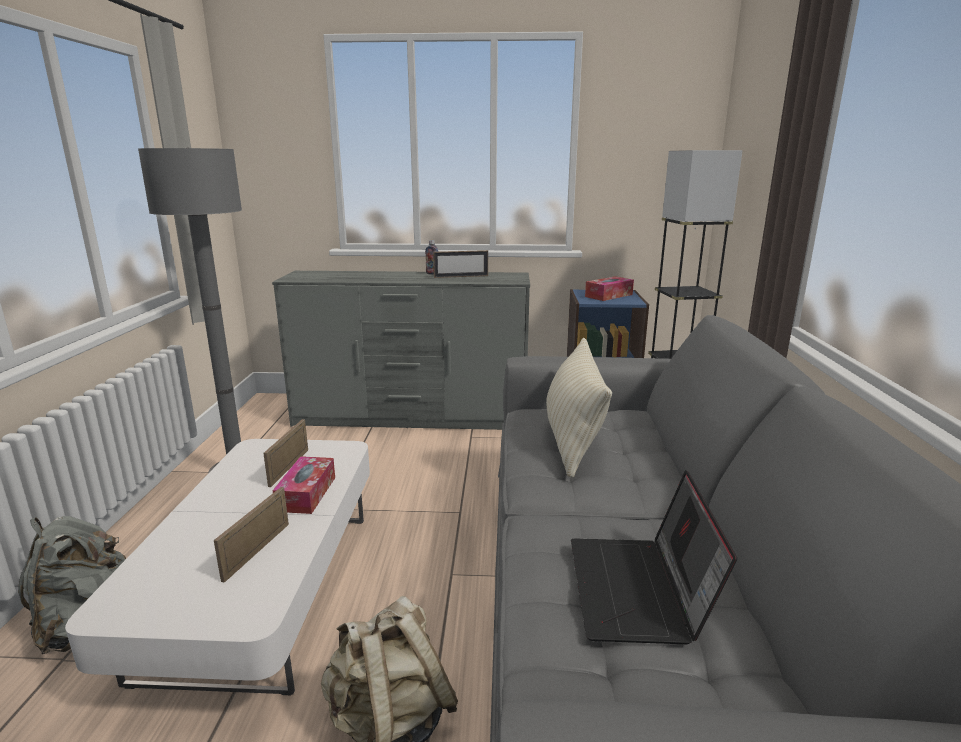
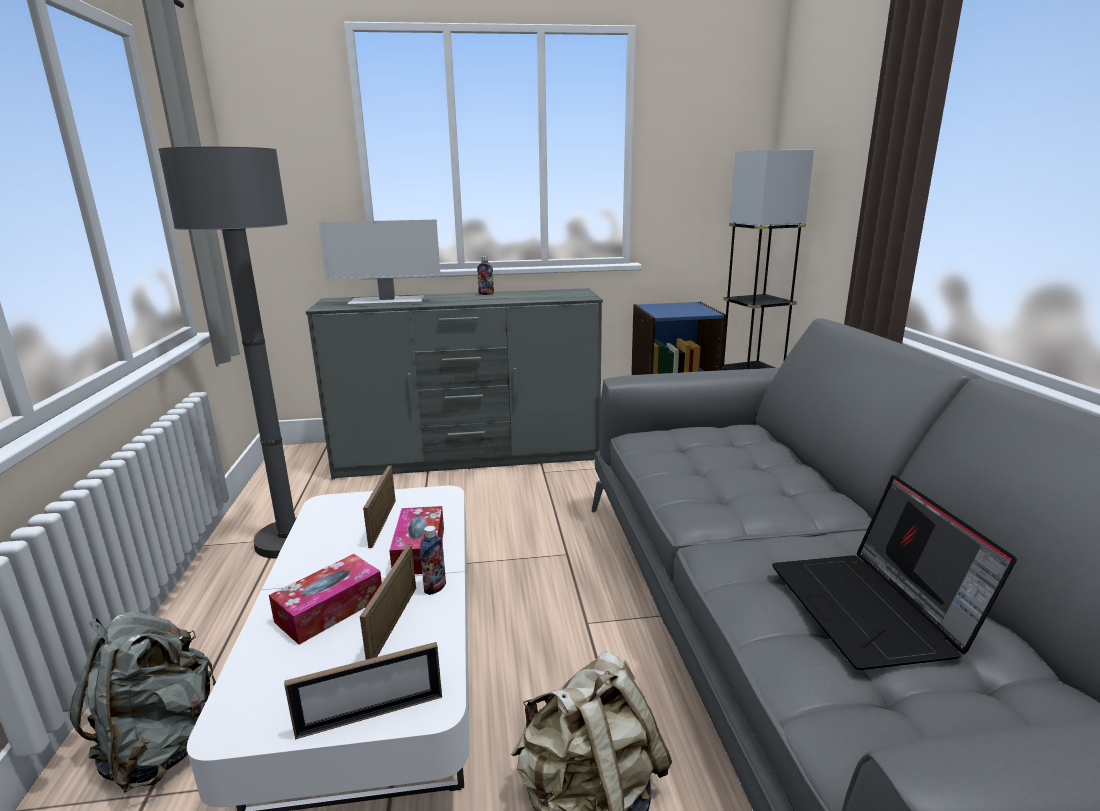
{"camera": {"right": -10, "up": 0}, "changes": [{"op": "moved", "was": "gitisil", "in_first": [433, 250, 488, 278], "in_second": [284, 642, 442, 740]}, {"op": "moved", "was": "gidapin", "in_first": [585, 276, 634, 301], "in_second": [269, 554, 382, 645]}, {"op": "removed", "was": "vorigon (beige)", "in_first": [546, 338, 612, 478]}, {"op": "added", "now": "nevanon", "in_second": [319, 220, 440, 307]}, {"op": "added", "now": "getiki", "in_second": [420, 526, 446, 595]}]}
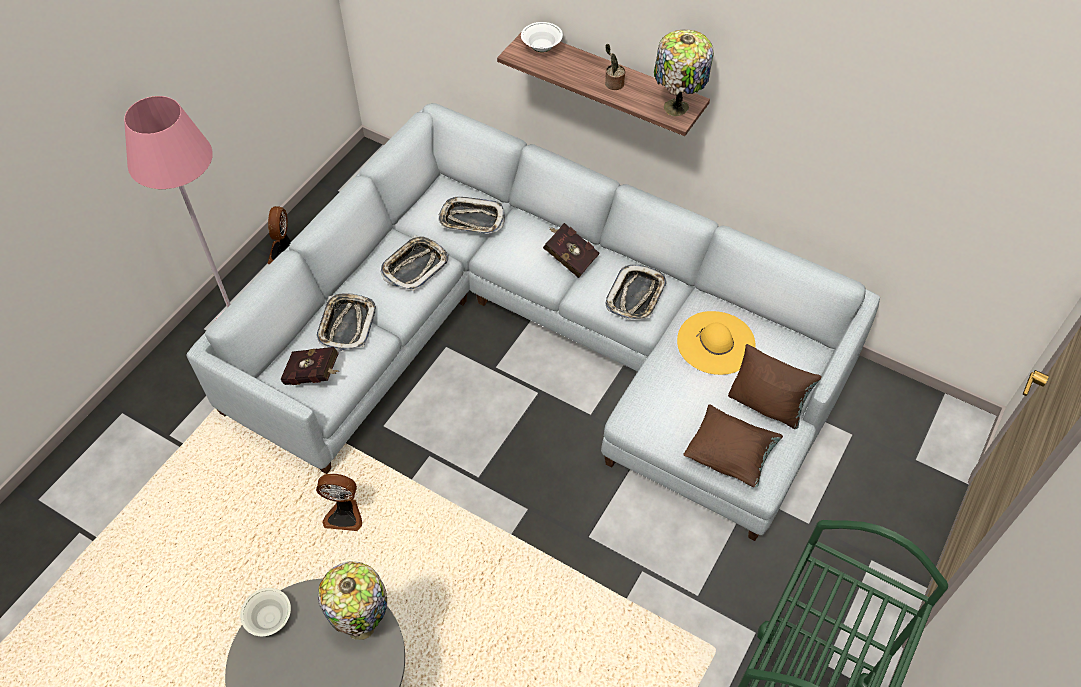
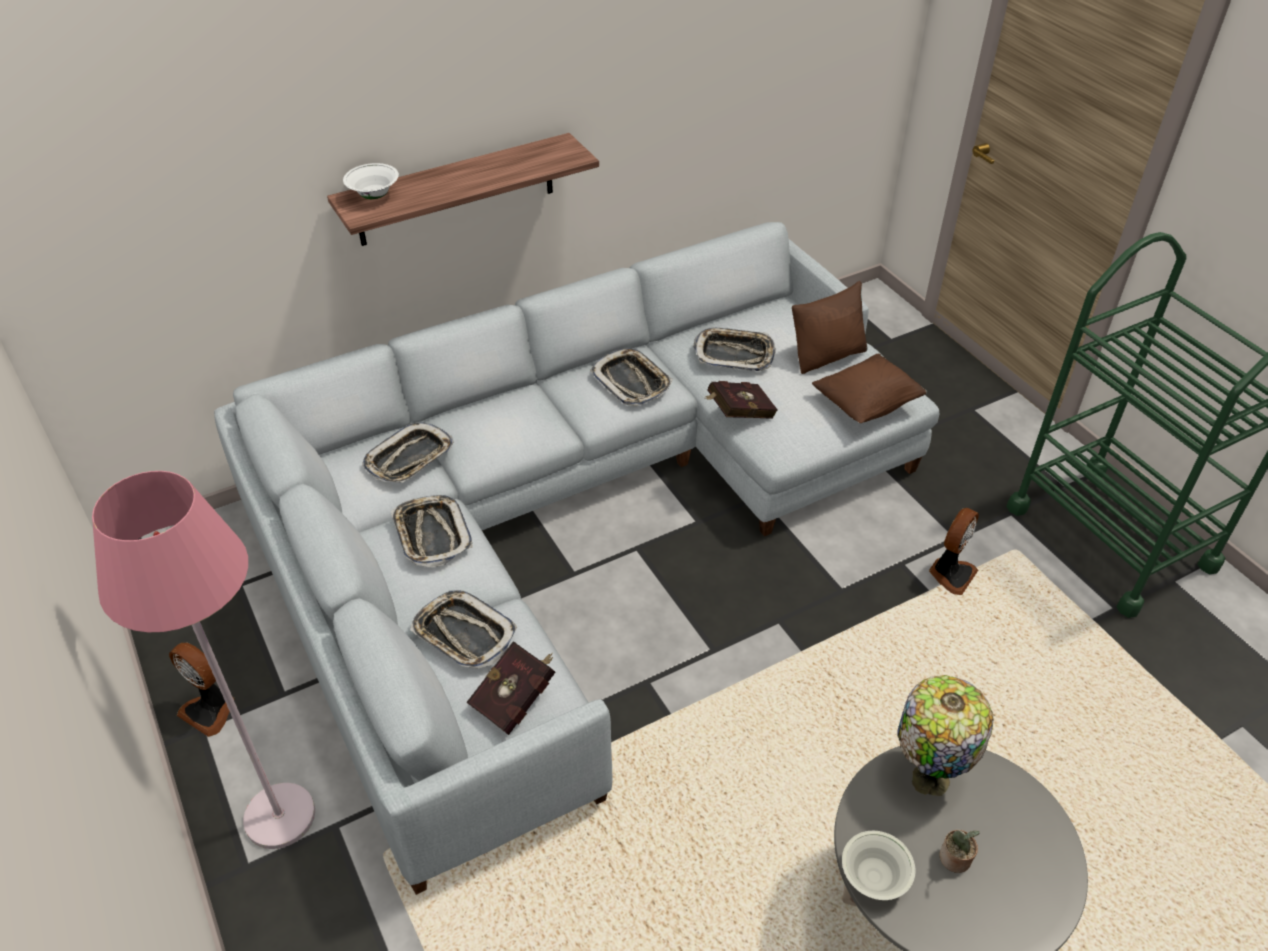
{"camera": {"right": -60, "up": -10}, "changes": [{"op": "removed", "was": "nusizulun", "in_first": [654, 30, 714, 116]}, {"op": "moved", "was": "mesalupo", "in_first": [605, 44, 625, 90], "in_second": [939, 830, 979, 873]}, {"op": "moved", "was": "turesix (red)", "in_first": [543, 223, 600, 278], "in_second": [705, 381, 778, 419]}, {"op": "replaced", "was": "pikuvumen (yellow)", "now": "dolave", "in_first": [677, 311, 756, 375], "in_second": [693, 328, 776, 371]}, {"op": "moved", "was": "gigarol", "in_first": [316, 474, 362, 531], "in_second": [929, 508, 979, 595]}]}
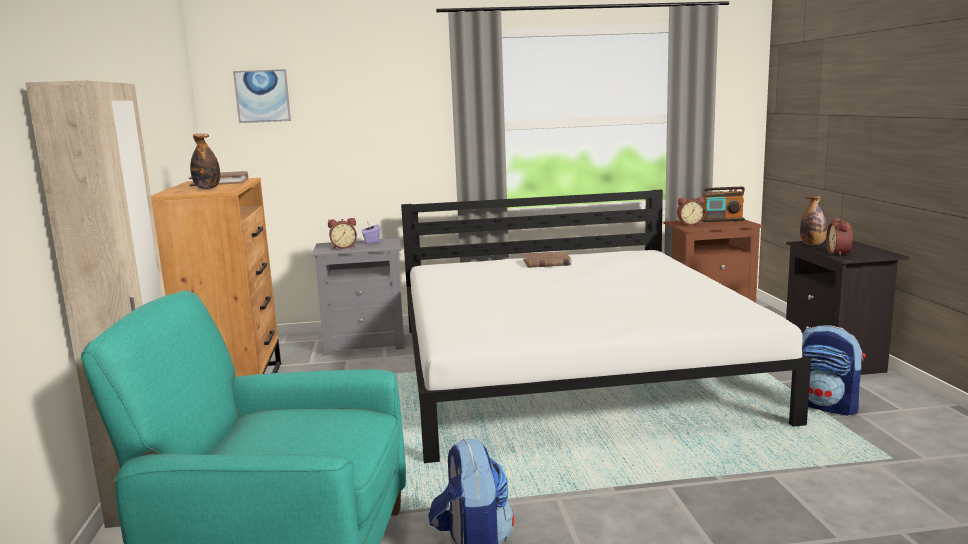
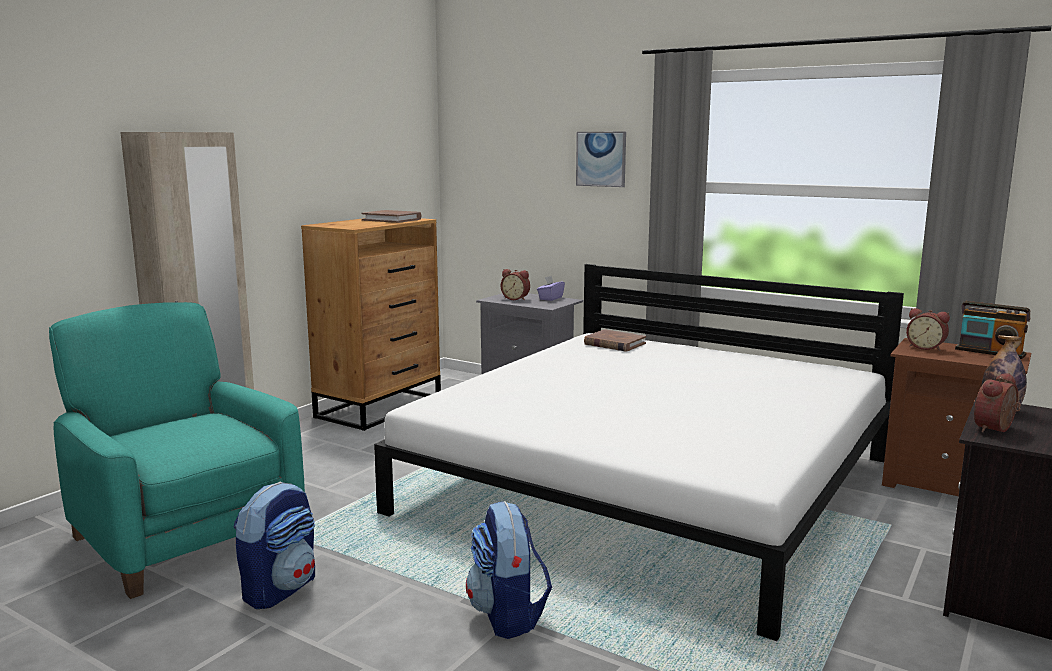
{"camera": {"right": 40, "up": 0}, "changes": [{"op": "moved", "was": "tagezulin", "in_first": [233, 69, 291, 123], "in_second": [576, 132, 626, 187]}, {"op": "removed", "was": "getiki", "in_first": [190, 134, 220, 189]}, {"op": "moved", "was": "turesix (brown)", "in_first": [523, 251, 571, 268], "in_second": [584, 329, 646, 352]}, {"op": "moved", "was": "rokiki", "in_first": [802, 326, 866, 416], "in_second": [466, 501, 552, 639]}]}
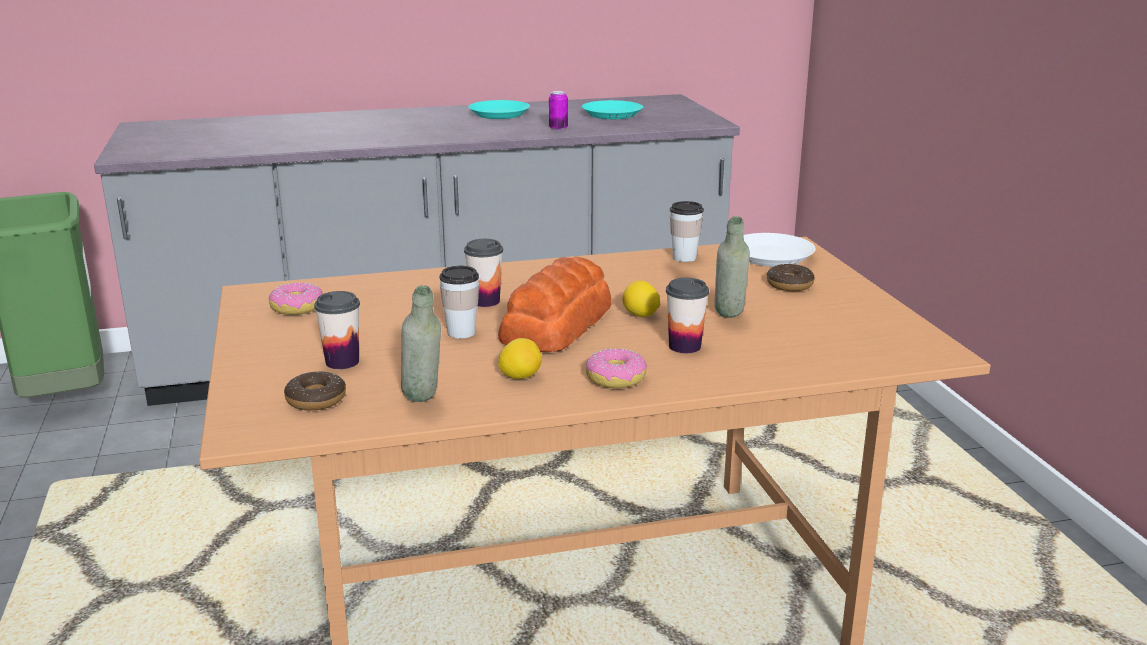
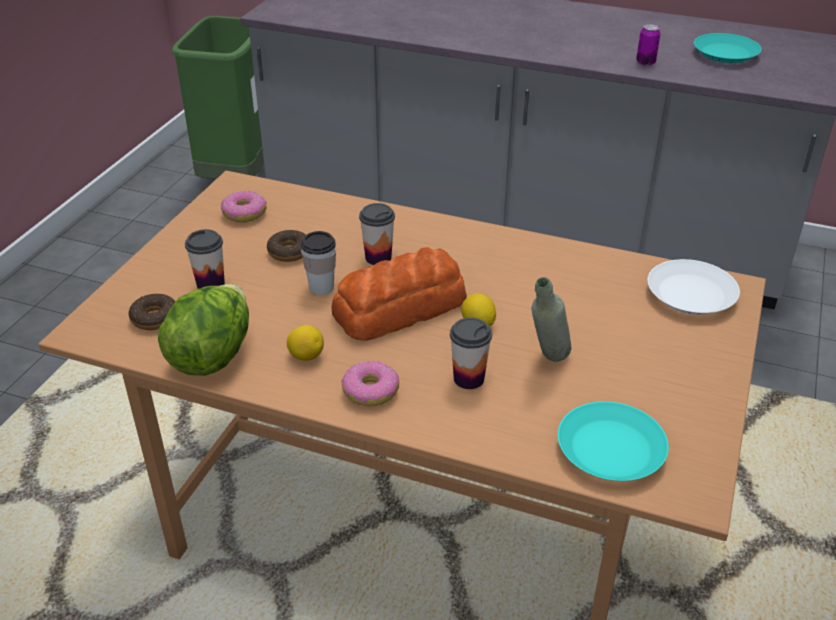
{"camera": {"right": 35, "up": 15}, "changes": [{"op": "moved", "was": "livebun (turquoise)", "in_first": [469, 100, 530, 119], "in_second": [558, 401, 669, 481]}, {"op": "removed", "was": "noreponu", "in_first": [670, 201, 704, 262]}, {"op": "moved", "was": "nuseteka", "in_first": [767, 264, 815, 291], "in_second": [267, 230, 306, 262]}, {"op": "replaced", "was": "getiki (grey)", "now": "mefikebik", "in_first": [401, 285, 441, 402], "in_second": [158, 284, 249, 376]}]}
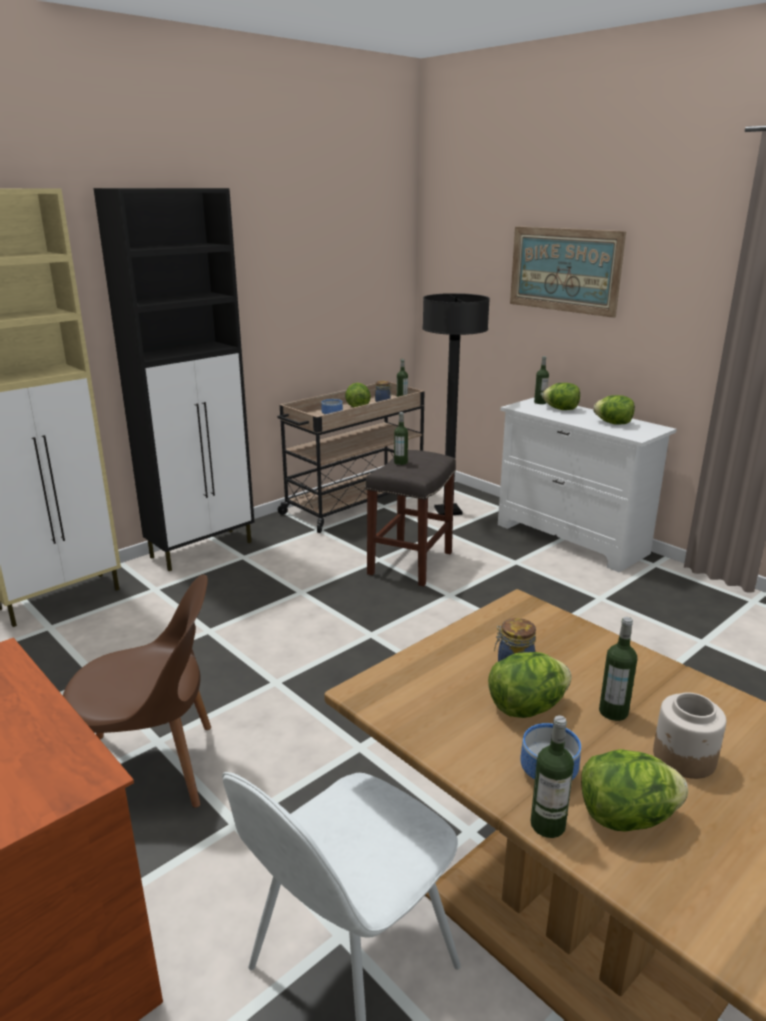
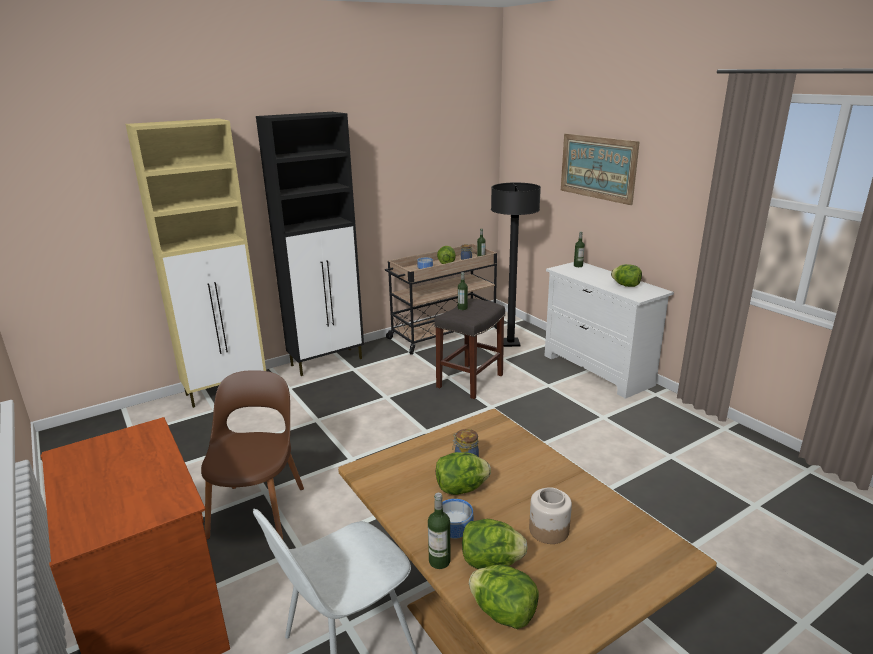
{"camera": {"right": 10, "up": 0}, "changes": [{"op": "moved", "was": "mefikebik", "in_first": [542, 383, 580, 410], "in_second": [469, 565, 539, 629]}, {"op": "turned", "was": "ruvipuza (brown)", "in_first": [63, 574, 211, 808], "in_second": [201, 370, 304, 540], "clockwise": -90}, {"op": "removed", "was": "getiki", "in_first": [599, 617, 637, 721]}]}
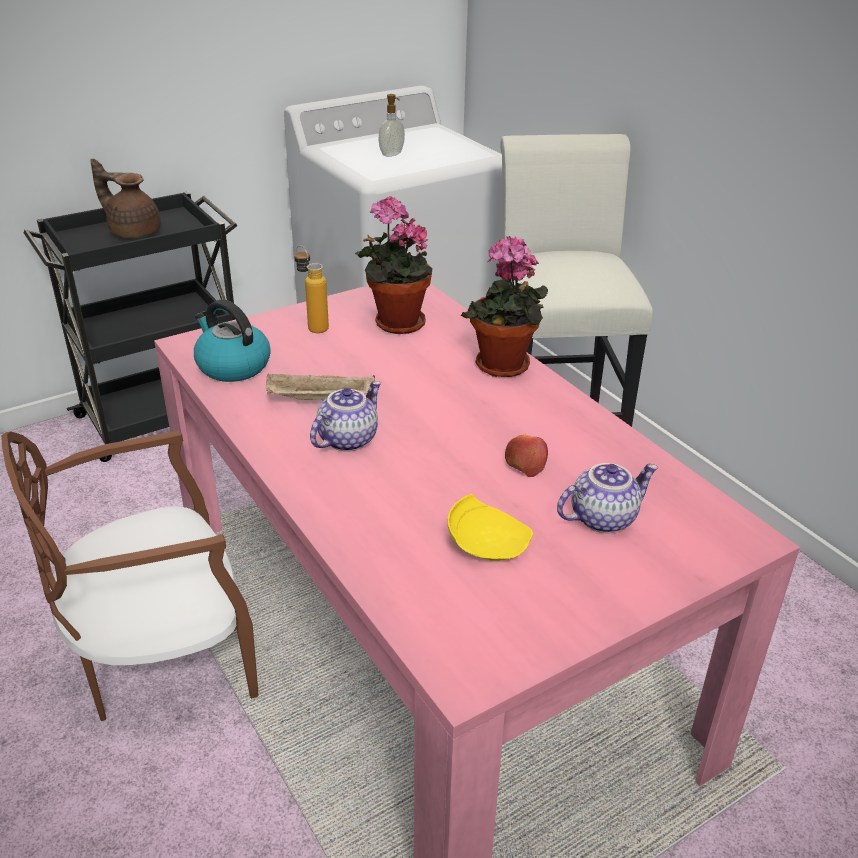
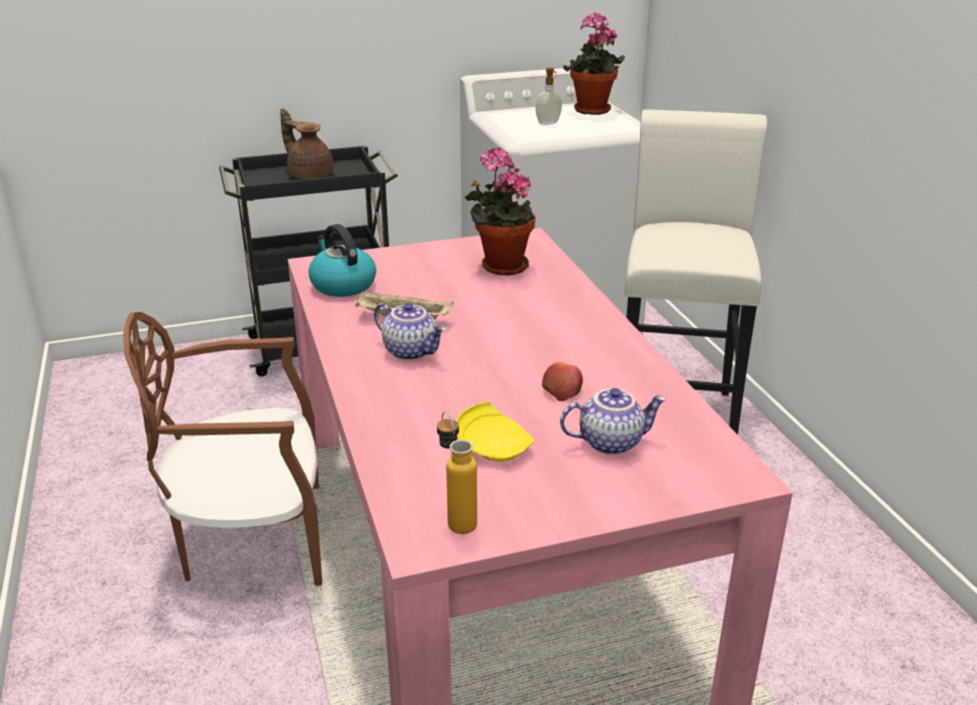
{"camera": {"right": 15, "up": -5}, "changes": [{"op": "moved", "was": "mesalupo", "in_first": [461, 236, 548, 377], "in_second": [563, 13, 625, 115]}, {"op": "moved", "was": "getiki", "in_first": [294, 245, 329, 333], "in_second": [437, 412, 477, 534]}, {"op": "turned", "was": "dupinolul", "in_first": [310, 381, 381, 451], "in_second": [374, 303, 446, 361], "clockwise": 75}]}
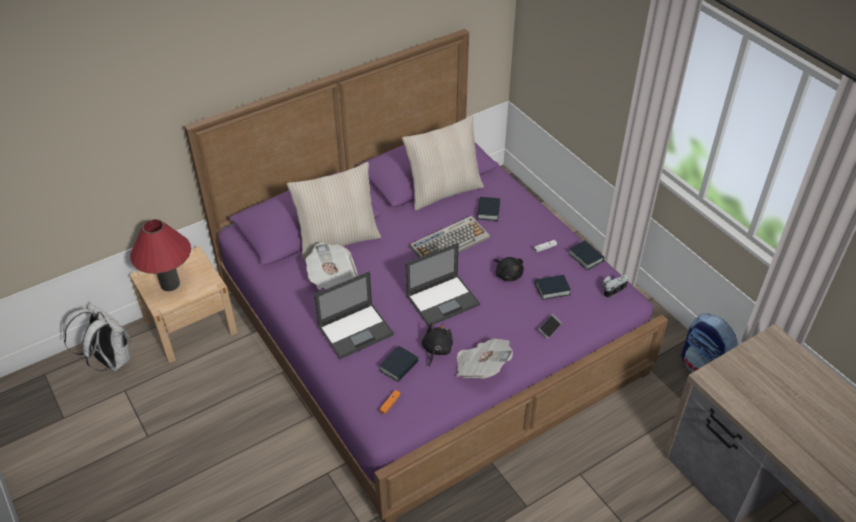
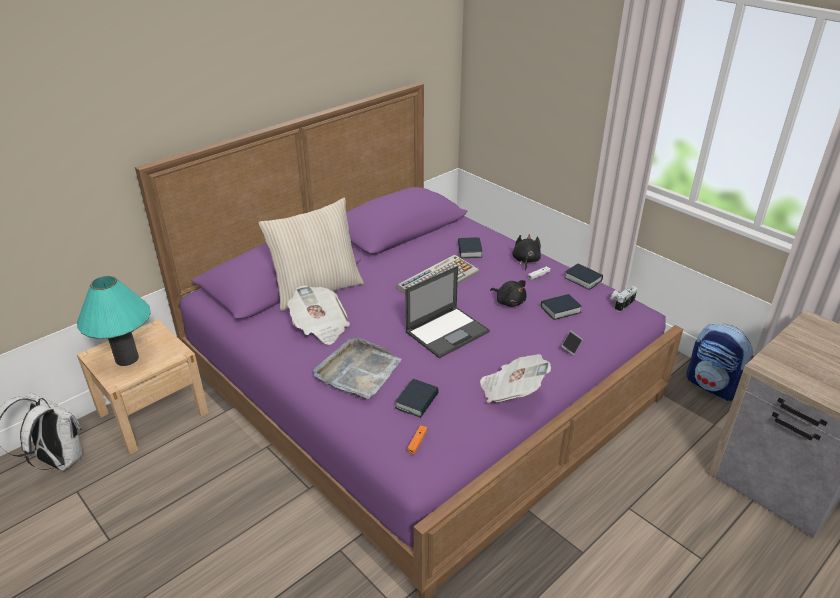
{"camera": {"right": -10, "up": -10}, "changes": [{"op": "removed", "was": "vorigon (beige)", "in_first": [402, 115, 484, 211]}, {"op": "recoloured", "was": "nusizulun (red)", "now": "nusizulun (turquoise)", "in_first": [130, 219, 191, 291], "in_second": [77, 276, 151, 366]}, {"op": "replaced", "was": "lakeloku", "now": "dolave (grey)", "in_first": [314, 271, 394, 359], "in_second": [313, 337, 402, 399]}, {"op": "moved", "was": "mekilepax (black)", "in_first": [422, 323, 453, 366], "in_second": [512, 234, 541, 271]}]}
